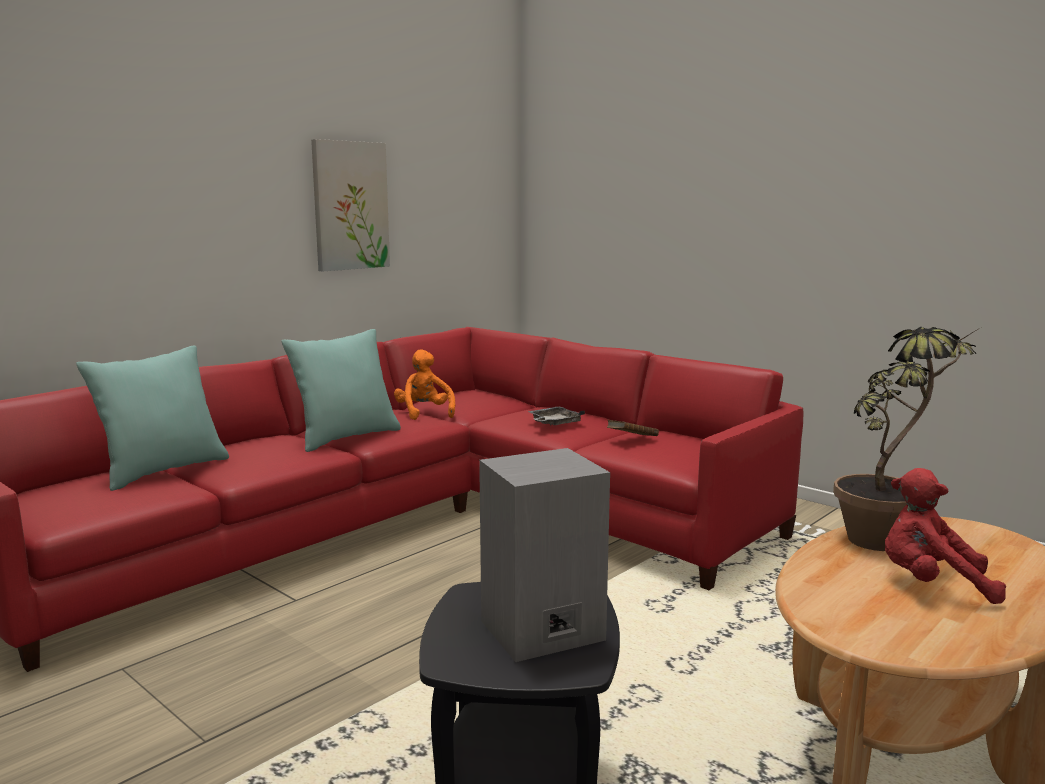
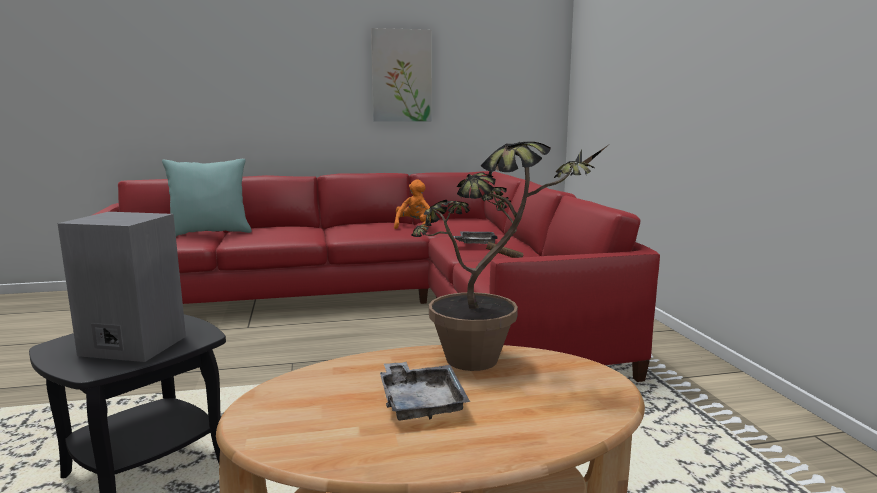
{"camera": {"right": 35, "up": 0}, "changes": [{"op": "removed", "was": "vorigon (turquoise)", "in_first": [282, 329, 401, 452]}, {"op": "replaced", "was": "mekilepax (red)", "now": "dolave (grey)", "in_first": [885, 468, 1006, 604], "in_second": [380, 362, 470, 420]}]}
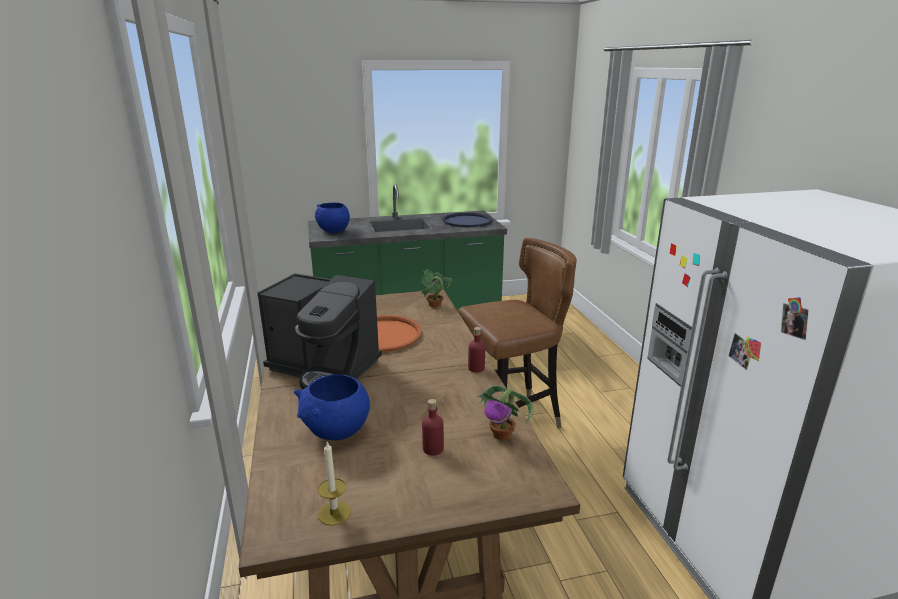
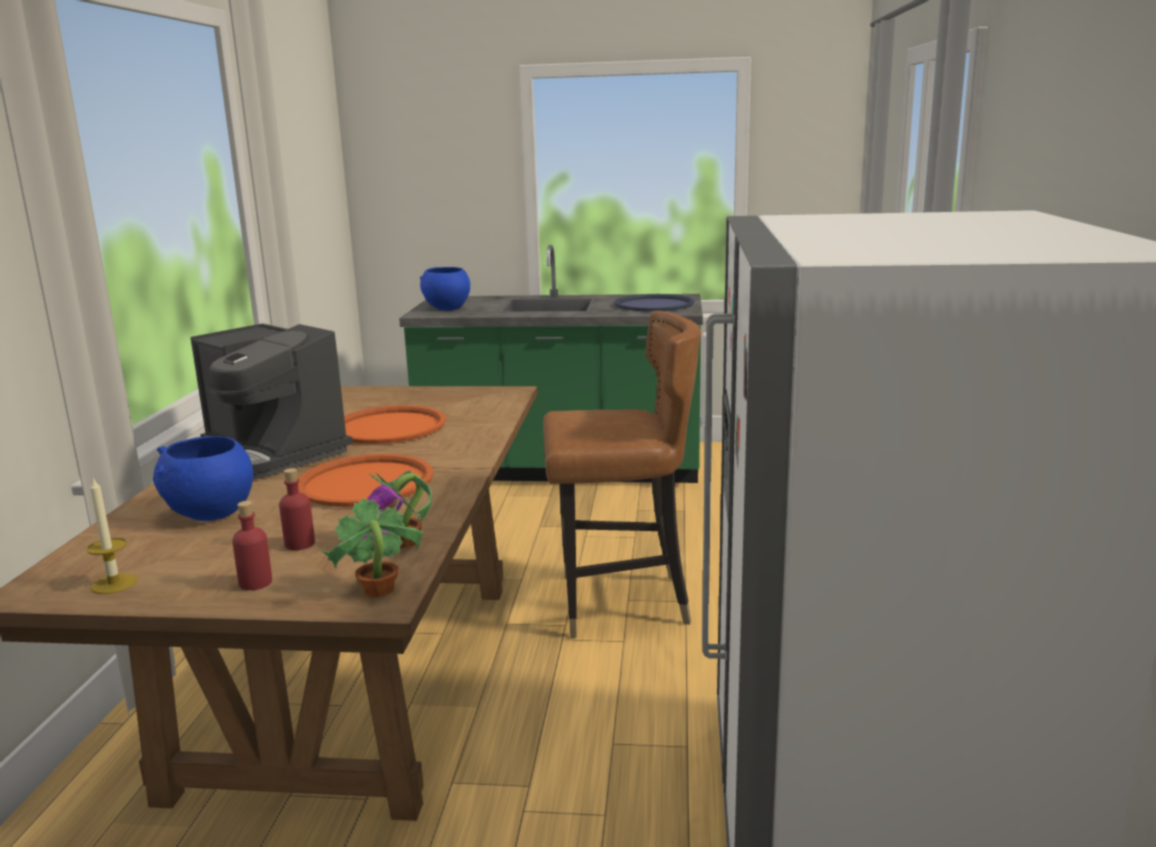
{"camera": {"right": 20, "up": -5}, "changes": [{"op": "moved", "was": "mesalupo", "in_first": [419, 269, 452, 308], "in_second": [321, 498, 423, 597]}, {"op": "moved", "was": "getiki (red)", "in_first": [468, 327, 485, 372], "in_second": [232, 501, 272, 590]}, {"op": "added", "now": "dolave (orange)", "in_second": [298, 454, 434, 507]}]}
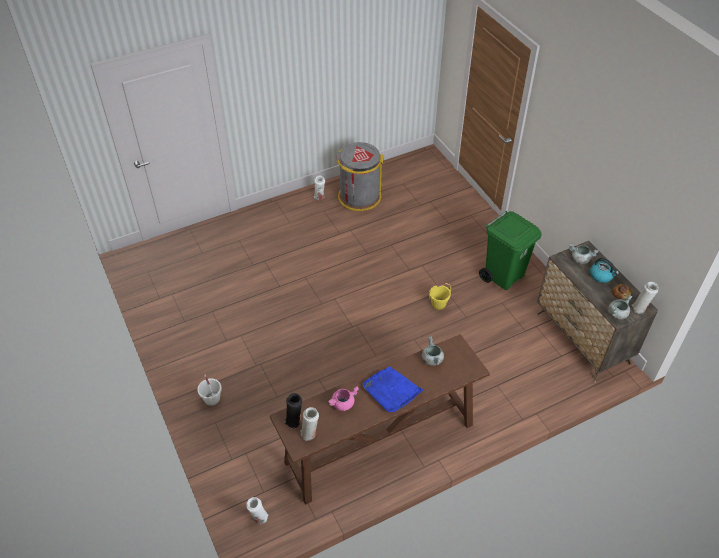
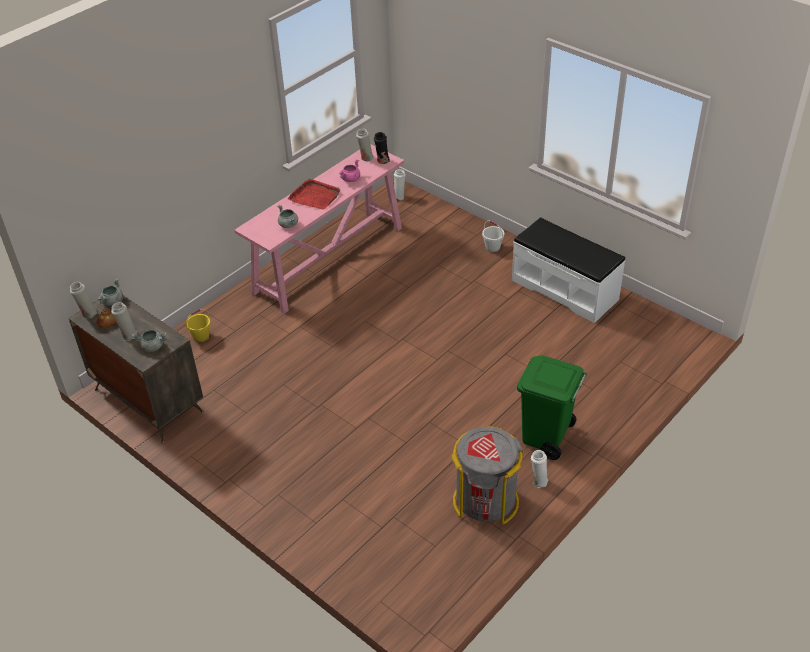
{"camera": {"right": 160, "up": -5}, "changes": [{"op": "moved", "was": "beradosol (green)", "in_first": [479, 211, 542, 290], "in_second": [517, 355, 587, 460]}, {"op": "replaced", "was": "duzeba", "now": "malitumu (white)", "in_first": [590, 258, 619, 283], "in_second": [111, 302, 138, 341]}, {"op": "moved", "was": "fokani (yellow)", "in_first": [429, 283, 451, 310], "in_second": [186, 309, 211, 342]}, {"op": "recoloured", "was": "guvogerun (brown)", "now": "guvogerun (pink)", "in_first": [270, 334, 490, 505], "in_second": [234, 144, 404, 314]}, {"op": "recoloured", "was": "dolave (blue)", "now": "dolave (red)", "in_first": [363, 366, 423, 412], "in_second": [288, 179, 341, 210]}, {"op": "added", "now": "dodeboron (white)", "in_second": [512, 217, 625, 323]}]}
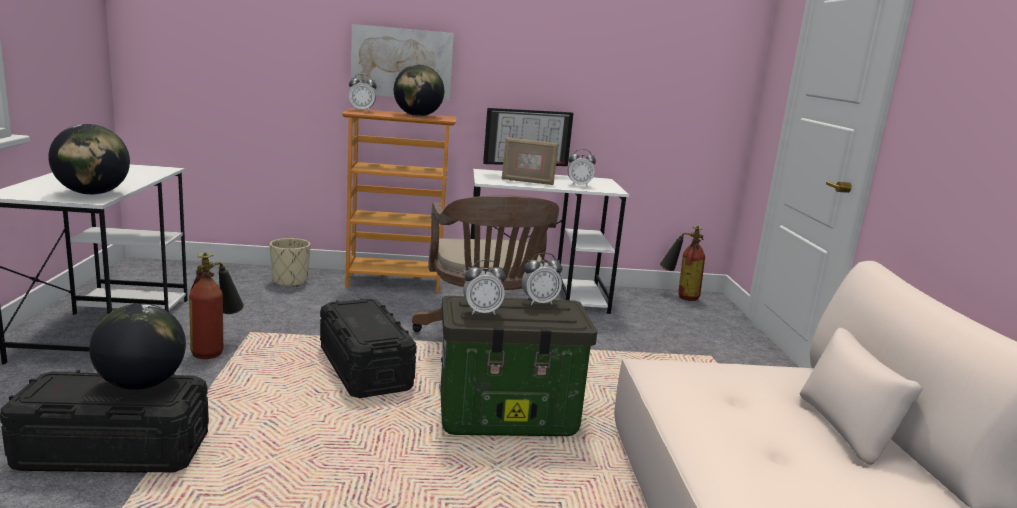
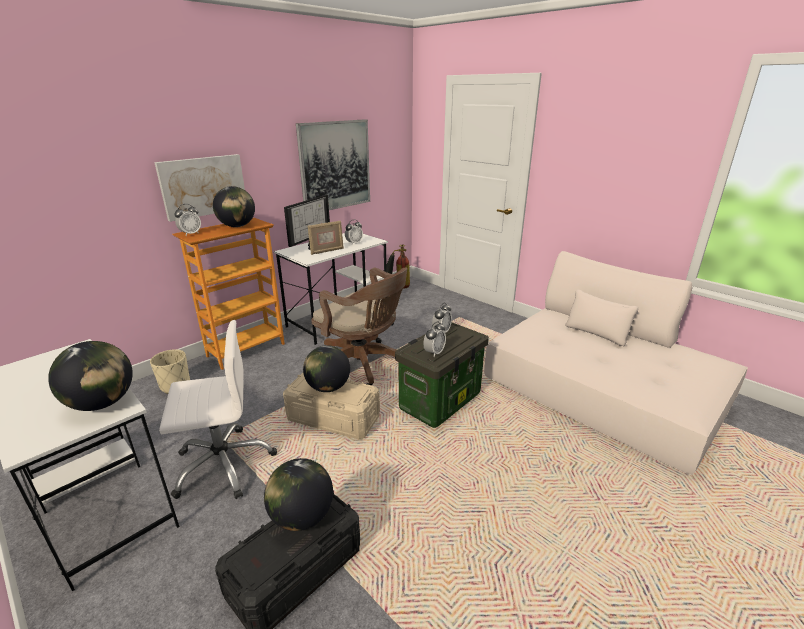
{"camera": {"right": -40, "up": 10}, "changes": [{"op": "replaced", "was": "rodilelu", "now": "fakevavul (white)", "in_first": [189, 253, 244, 359], "in_second": [159, 320, 277, 499]}, {"op": "recoloured", "was": "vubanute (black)", "now": "vubanute (beige)", "in_first": [320, 298, 416, 398], "in_second": [283, 373, 380, 439]}, {"op": "added", "now": "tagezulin", "in_second": [296, 119, 370, 210]}, {"op": "added", "now": "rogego", "in_second": [303, 345, 350, 392]}]}
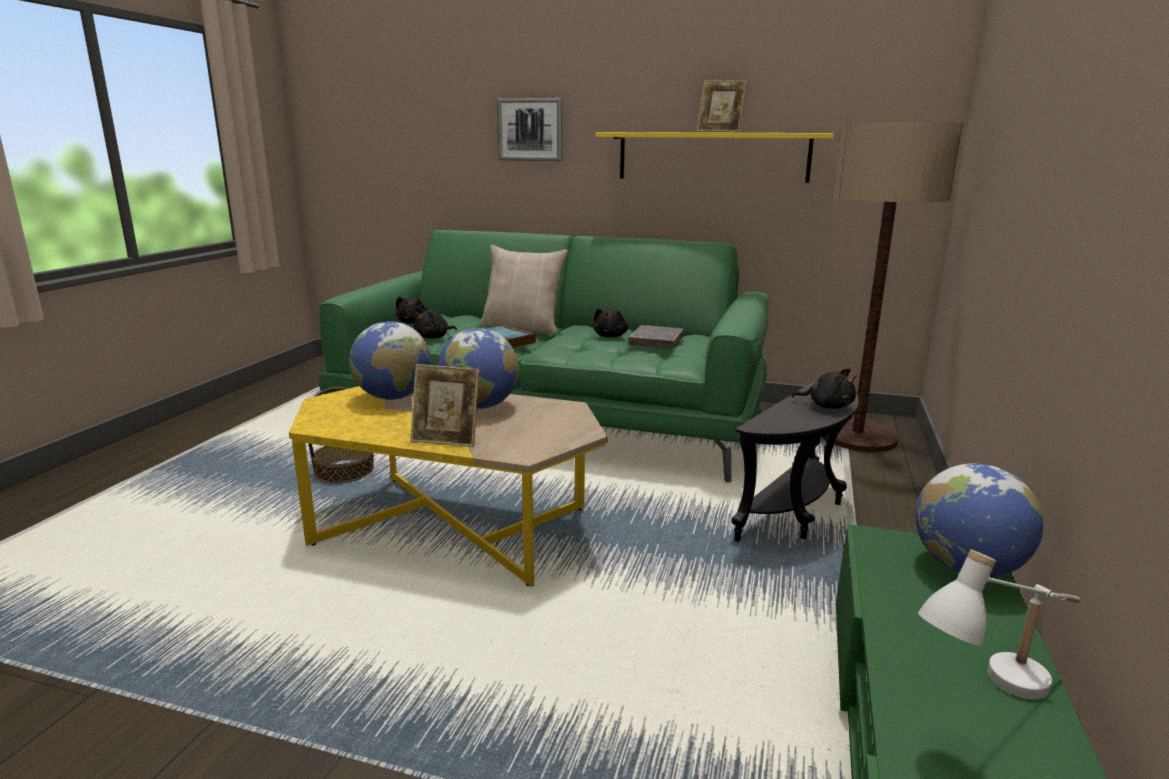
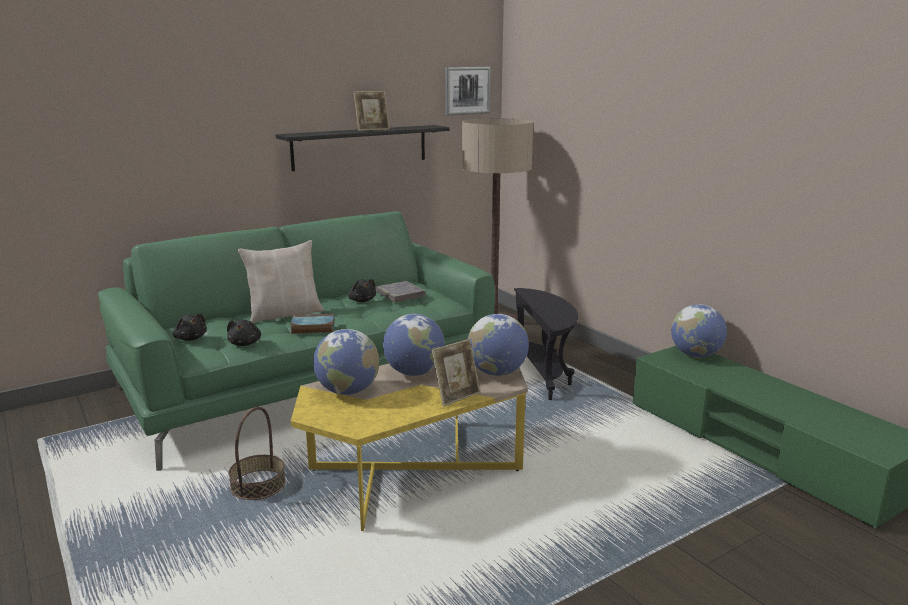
{"camera": {"right": -50, "up": 0}, "changes": [{"op": "moved", "was": "tagezulin", "in_first": [497, 98, 562, 161], "in_second": [445, 67, 491, 115]}, {"op": "recoloured", "was": "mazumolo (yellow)", "now": "mazumolo (black)", "in_first": [595, 132, 834, 183], "in_second": [276, 125, 450, 171]}, {"op": "removed", "was": "mekilepax (black)", "in_first": [792, 368, 857, 409]}, {"op": "removed", "was": "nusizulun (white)", "in_first": [918, 549, 1081, 699]}, {"op": "added", "now": "rogego", "in_second": [468, 314, 529, 376]}]}
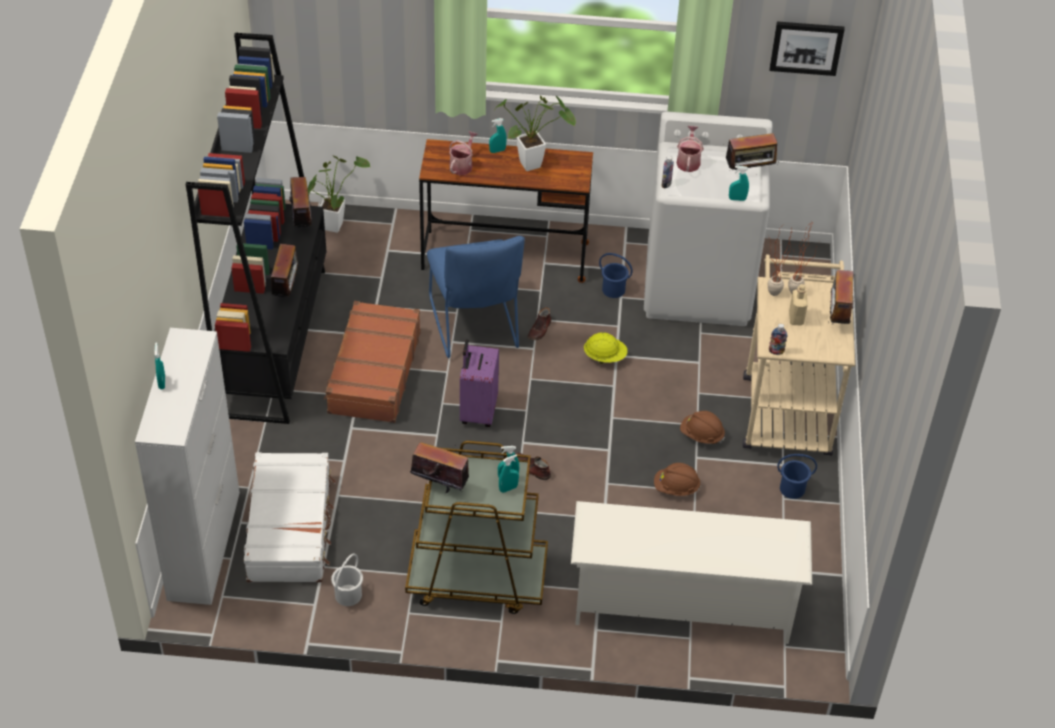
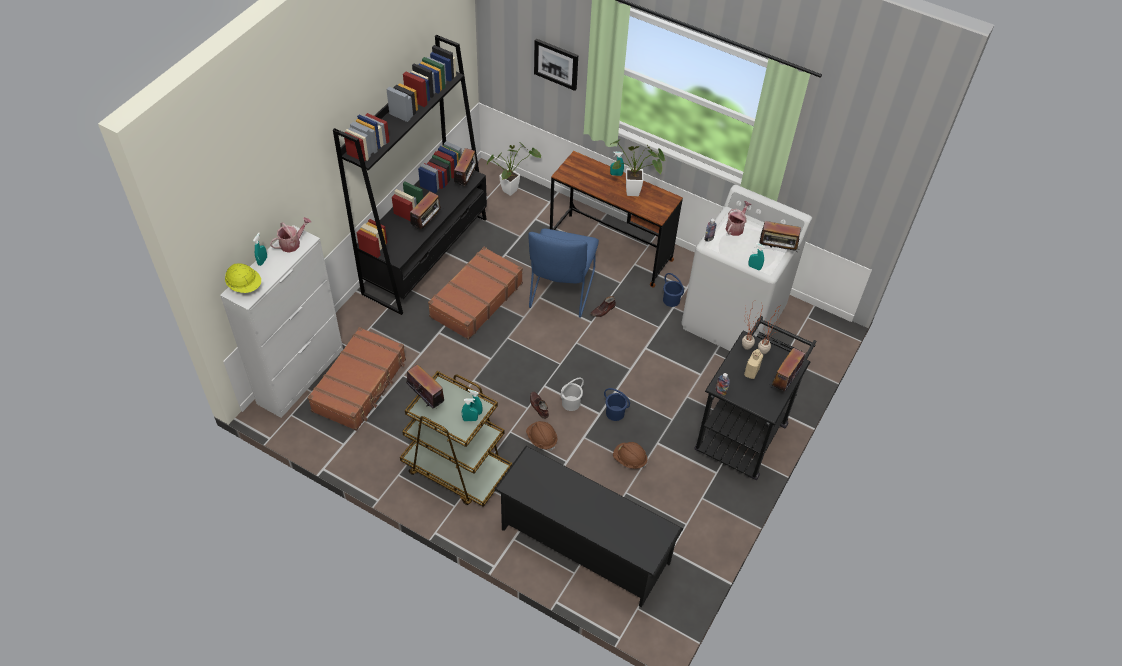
{"camera": {"right": 25, "up": 5}, "changes": [{"op": "moved", "was": "tagezulin", "in_first": [770, 21, 845, 76], "in_second": [534, 38, 578, 91]}, {"op": "moved", "was": "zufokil", "in_first": [449, 131, 478, 175], "in_second": [270, 217, 311, 253]}, {"op": "recoloured", "was": "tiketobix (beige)", "now": "tiketobix (black)", "in_first": [743, 254, 855, 456], "in_second": [694, 316, 816, 480]}, {"op": "moved", "was": "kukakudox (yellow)", "in_first": [584, 332, 628, 364], "in_second": [225, 263, 261, 293]}, {"op": "removed", "was": "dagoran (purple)", "in_first": [460, 339, 499, 427]}, {"op": "moved", "was": "kukakudox (brown)", "in_first": [680, 411, 725, 444], "in_second": [526, 421, 557, 451]}, {"op": "recoloured", "was": "dagoran (white)", "now": "dagoran (brown)", "in_first": [244, 452, 335, 582], "in_second": [308, 327, 406, 431]}, {"op": "moved", "was": "fokani (blue)", "in_first": [777, 454, 817, 499], "in_second": [604, 388, 630, 421]}, {"op": "recoloured", "was": "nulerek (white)", "now": "nulerek (black)", "in_first": [571, 501, 812, 644], "in_second": [494, 446, 683, 607]}, {"op": "moved", "was": "fokani (white)", "in_first": [331, 554, 363, 606], "in_second": [560, 378, 584, 411]}]}
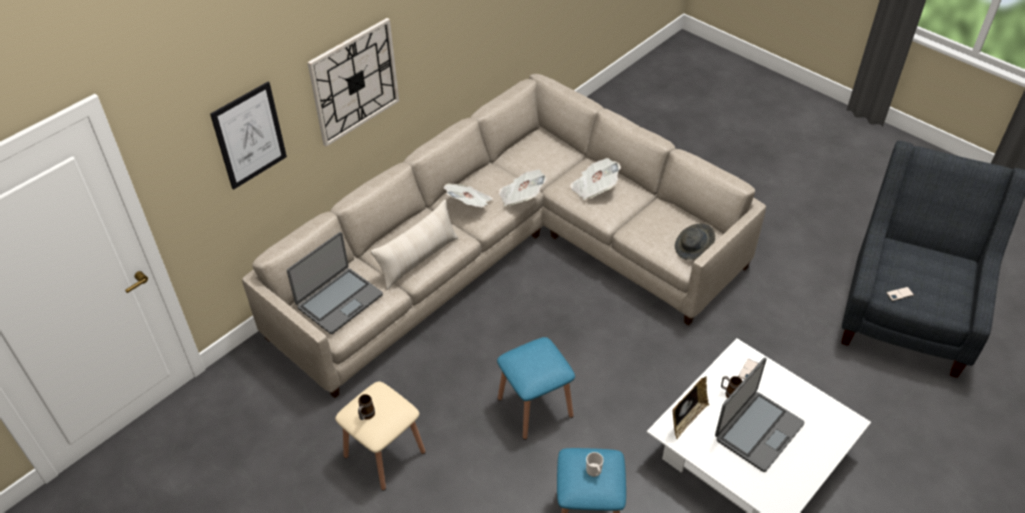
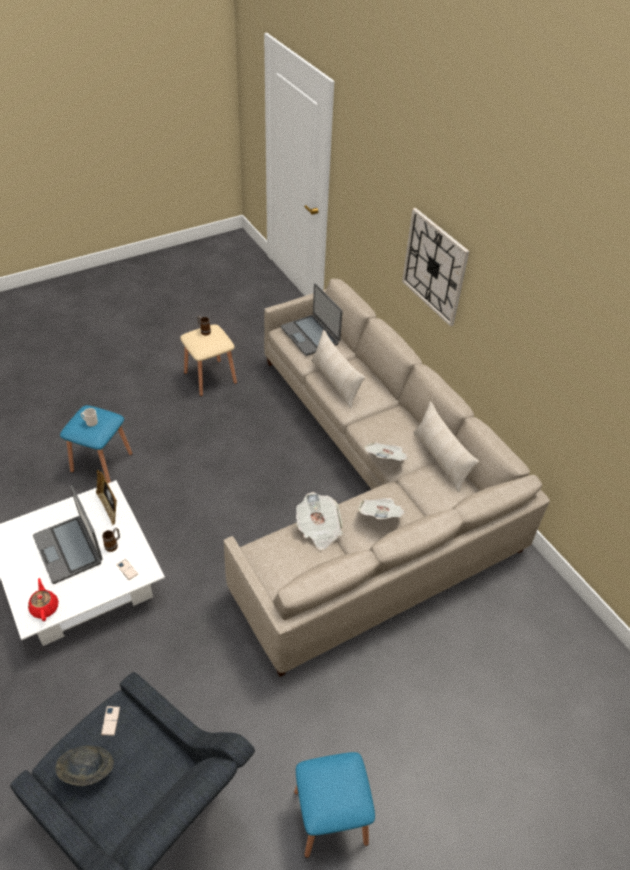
{"camera": {"right": 105, "up": 0}, "changes": [{"op": "removed", "was": "tagezulin", "in_first": [210, 82, 287, 190]}, {"op": "moved", "was": "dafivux", "in_first": [444, 183, 493, 208], "in_second": [296, 492, 343, 550]}, {"op": "moved", "was": "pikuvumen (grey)", "in_first": [675, 224, 715, 260], "in_second": [55, 746, 114, 786]}, {"op": "moved", "was": "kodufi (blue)", "in_first": [497, 337, 575, 440], "in_second": [294, 752, 375, 858]}, {"op": "added", "now": "vorigon (beige)", "in_second": [413, 401, 479, 492]}, {"op": "added", "now": "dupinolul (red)", "in_second": [28, 578, 59, 621]}]}
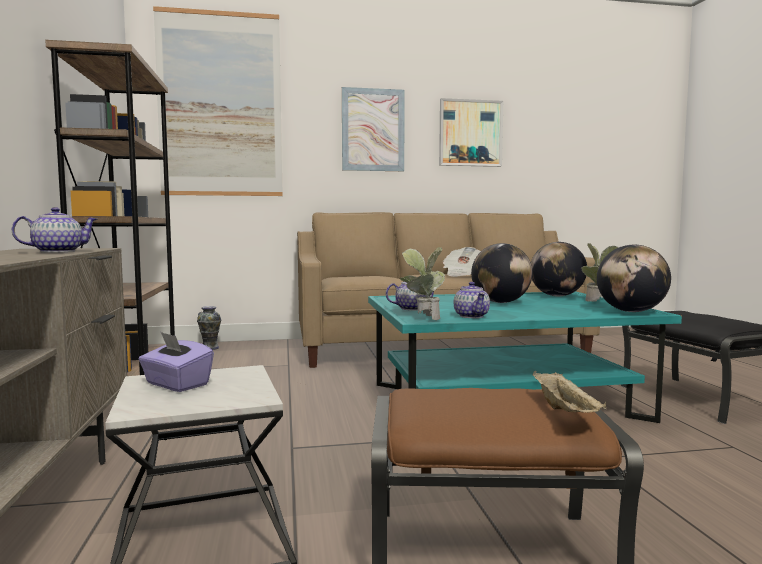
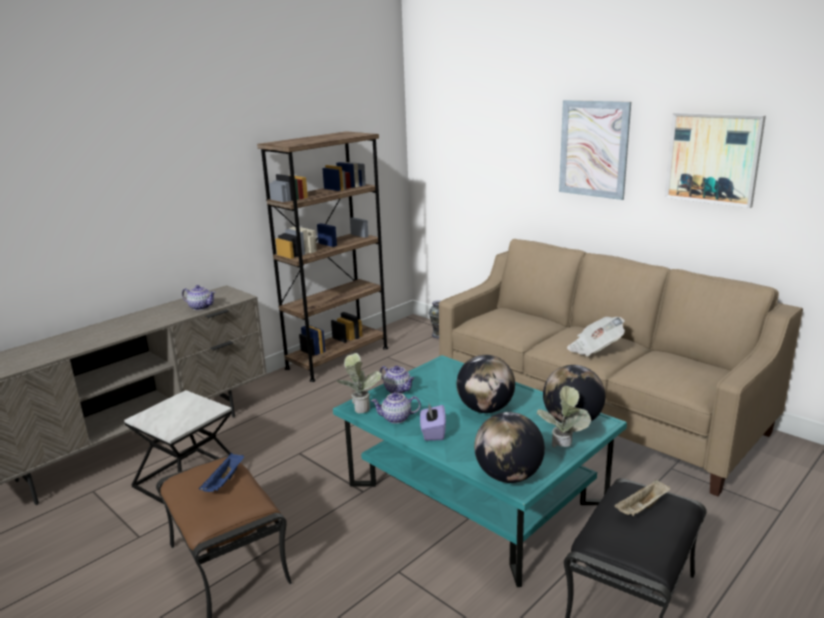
{"camera": {"right": 55, "up": 15}, "changes": [{"op": "removed", "was": "tagezulin", "in_first": [153, 6, 283, 196]}, {"op": "turned", "was": "dupinolul", "in_first": [454, 282, 490, 318], "in_second": [371, 392, 421, 424], "clockwise": 45}, {"op": "moved", "was": "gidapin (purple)", "in_first": [139, 332, 214, 392], "in_second": [420, 404, 446, 441]}, {"op": "moved", "was": "dolave (beige)", "in_first": [533, 371, 606, 413], "in_second": [614, 479, 670, 516]}, {"op": "added", "now": "dolave (blue)", "in_second": [199, 453, 244, 492]}]}
